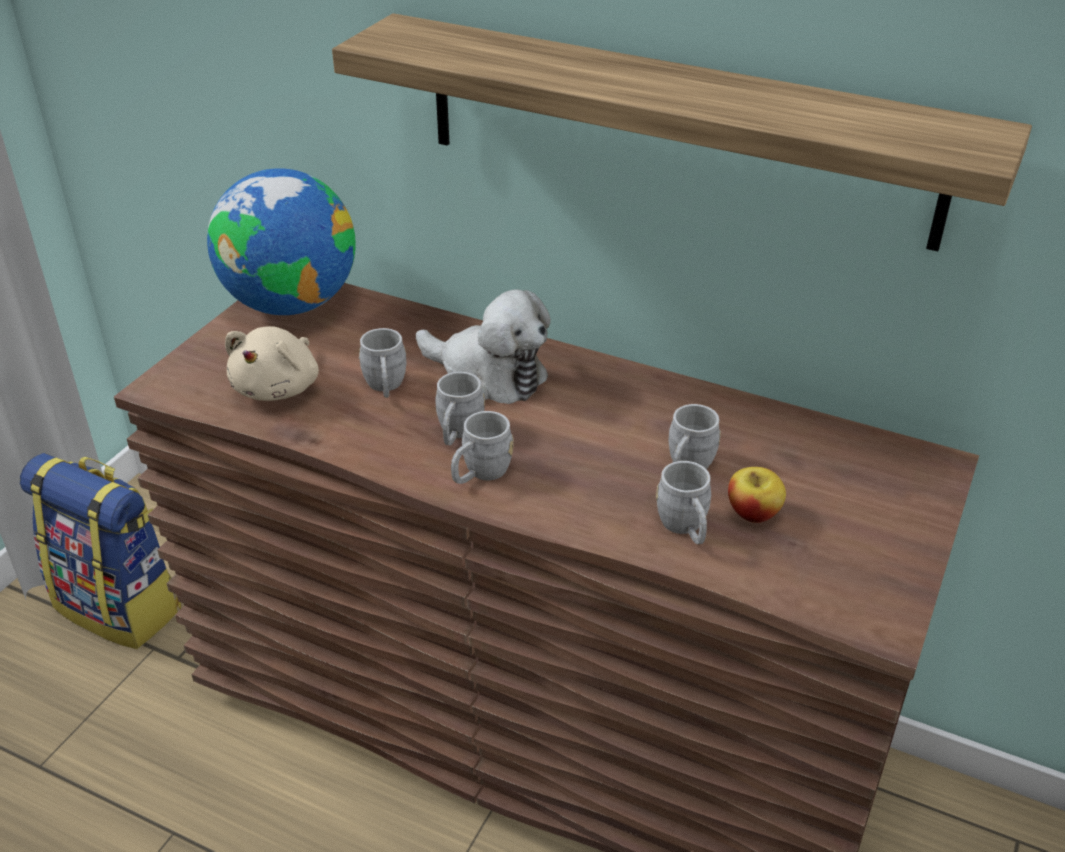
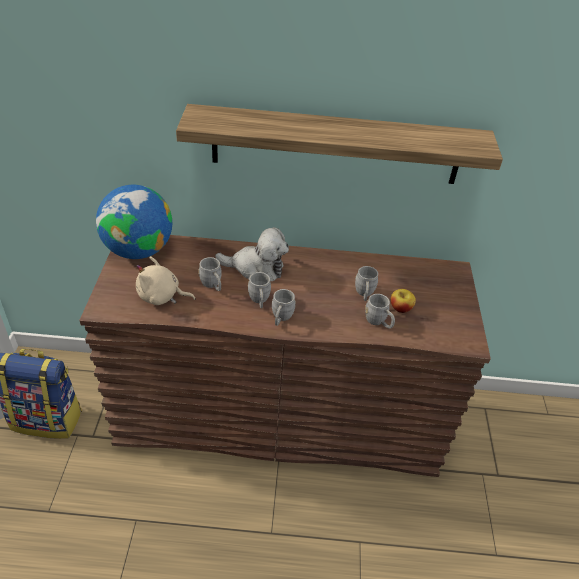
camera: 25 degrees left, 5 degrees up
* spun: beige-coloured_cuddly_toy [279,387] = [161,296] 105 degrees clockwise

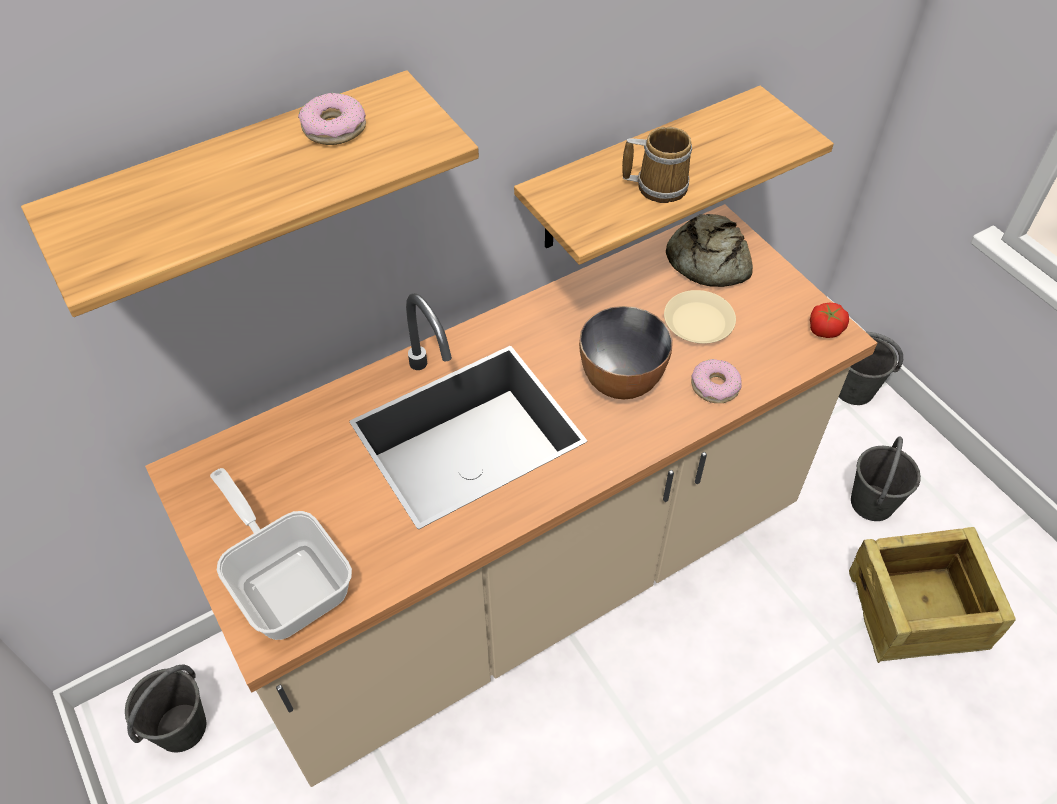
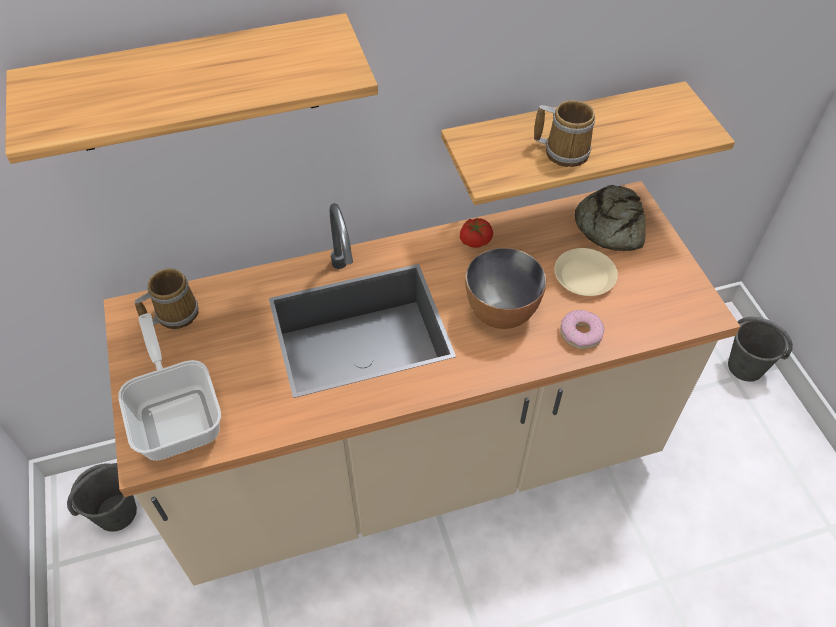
camera: 15 degrees right, 0 degrees up
* missing: donut [334,128]
* missing: packing_crate [918,611]
* missing: grey_water_bucket [872,502]
* appeared: coffee_mug [174,313]
* relocated: fresh_tomato [824,328] to [475,240]

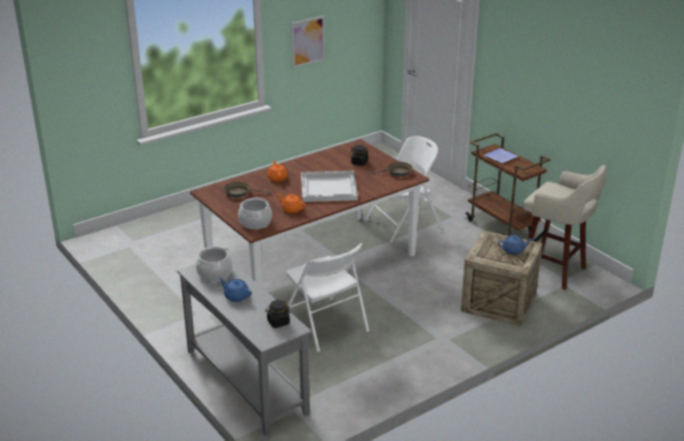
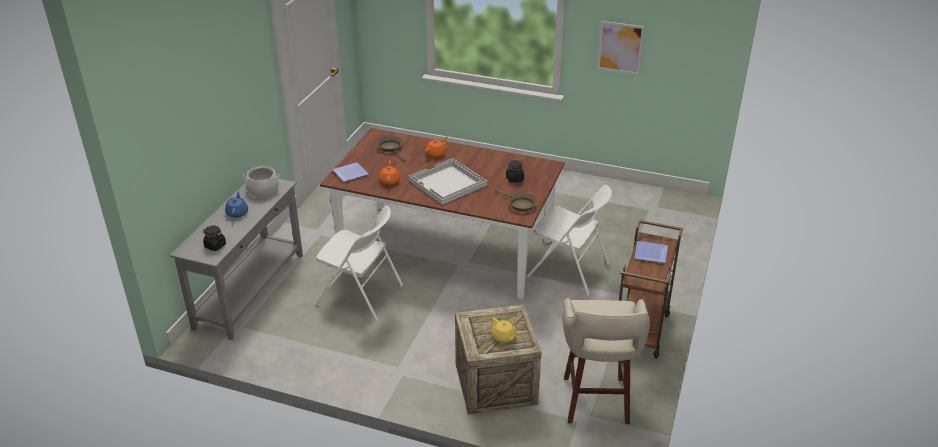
camera: 55 degrees right, 5 degrees up
* exchanged: saucepot [255,222] to plate [350,174]
* colour: blue-coloured_tea_pot [513,250] to yellow-coloured_tea_pot [504,337]
* spun: whitish_plain_chair [324,325] = [359,295] 90 degrees counterclockwise

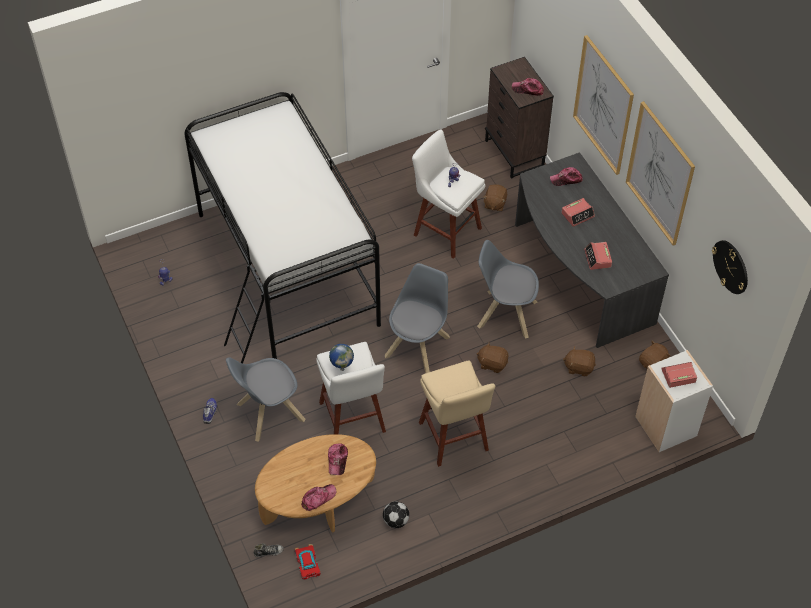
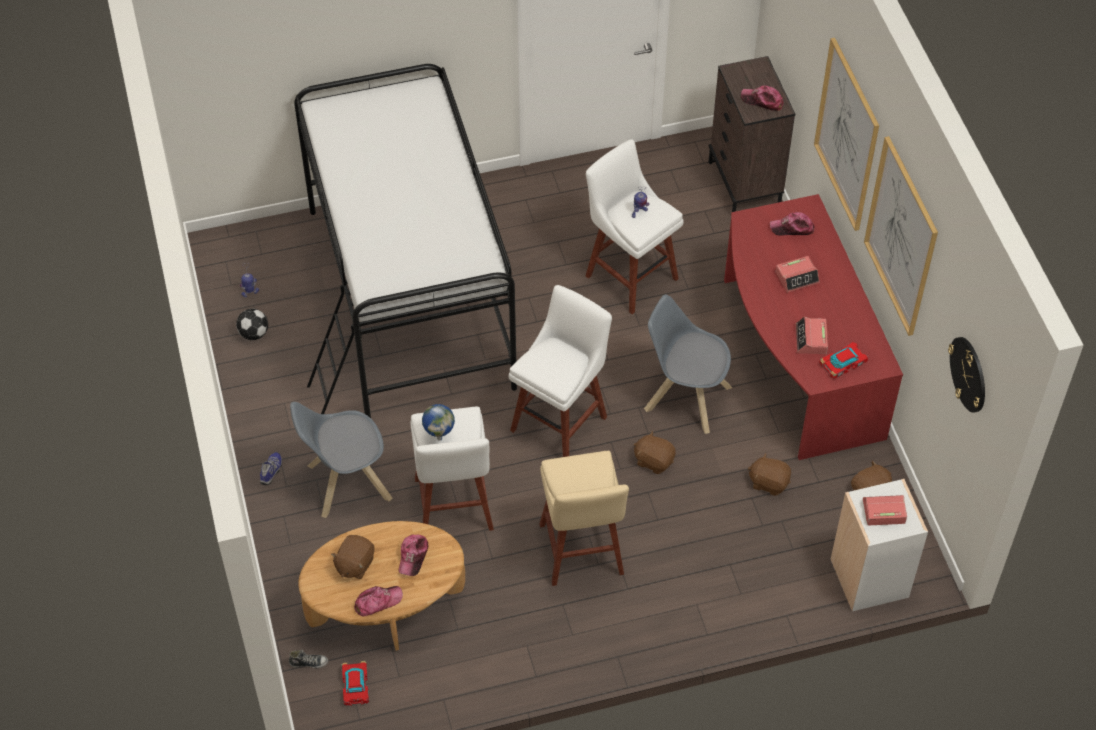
camera: 10 degrees right, 0 degrees up
* appeared: model_car [843,363]
* relocated: ball_for_football [395,521] to [253,334]
* relocated: brown-coloured_cuddly_toy [494,204] to [354,564]
* exchanged: grey_plain_chair [418,345] to whitish_stool_seat [560,422]
* colour: grey_desk [579,275] to red_desk [796,359]

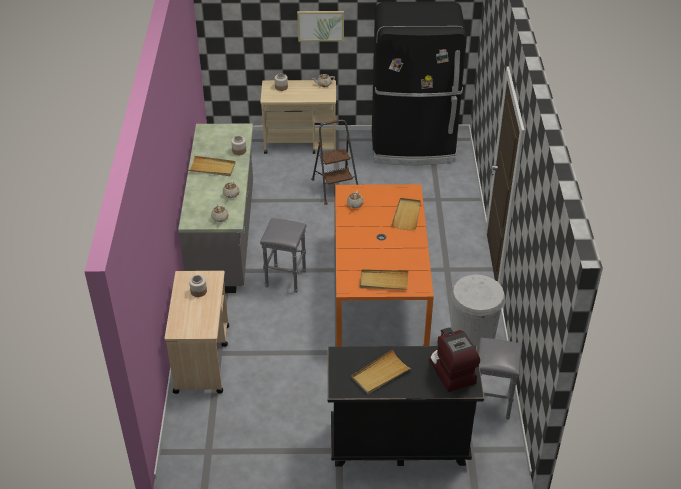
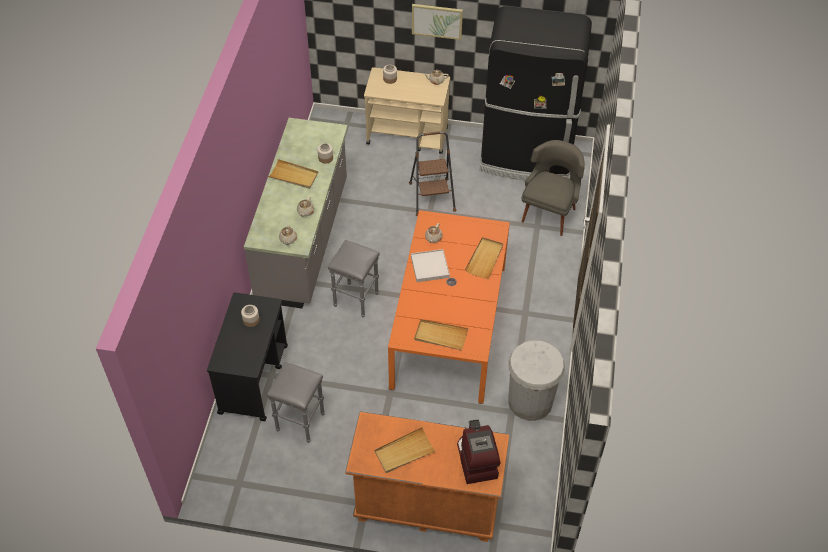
camera: 10 degrees right, 10 degrees up
* appeared: whitish_tray [430,267]
* appeared: grey_plain_chair [548,216]
* relocated: grey_stool_seat [491,402] to [299,422]
* colour: beige-coloured_cart [202,358] to black_cart [254,378]
* colour: black_chest_of_drawers [399,444] to orangey_chest_of_drawers [426,507]

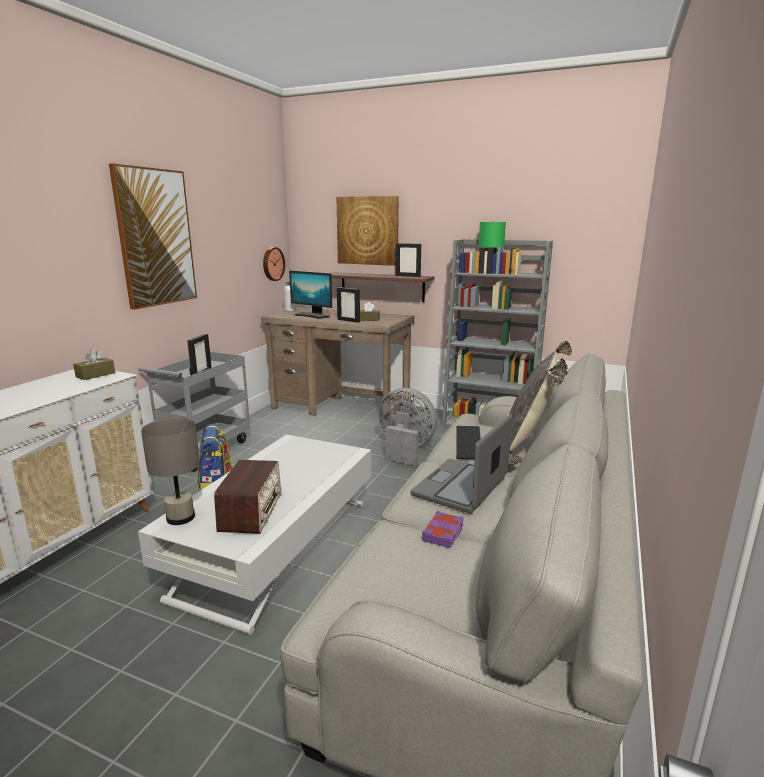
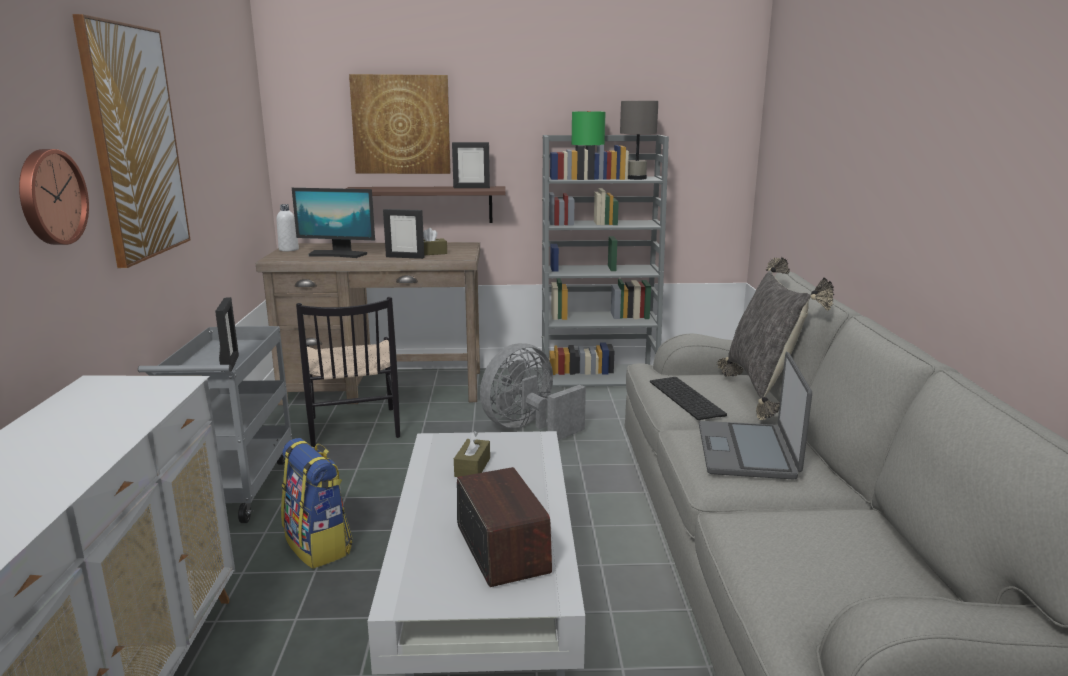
camera: 25 degrees left, 0 degrees up
* missing: purple-coloured_book [443,533]
* appeared: black_plain_chair [354,430]
* relocated: brown-coloured_tissue_box [95,375] to [472,467]
* relocated: grey_table_lamp [180,518] to [636,178]
* relocated: wall_clock [272,264] to [50,197]
* spun: grey_electric_fan [405,450] = [528,428] 45 degrees counterclockwise

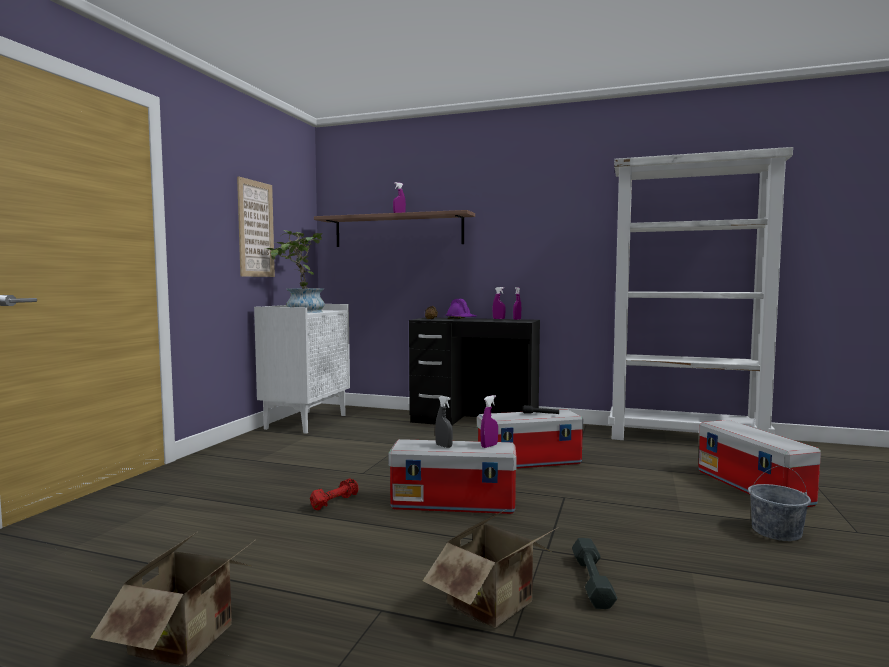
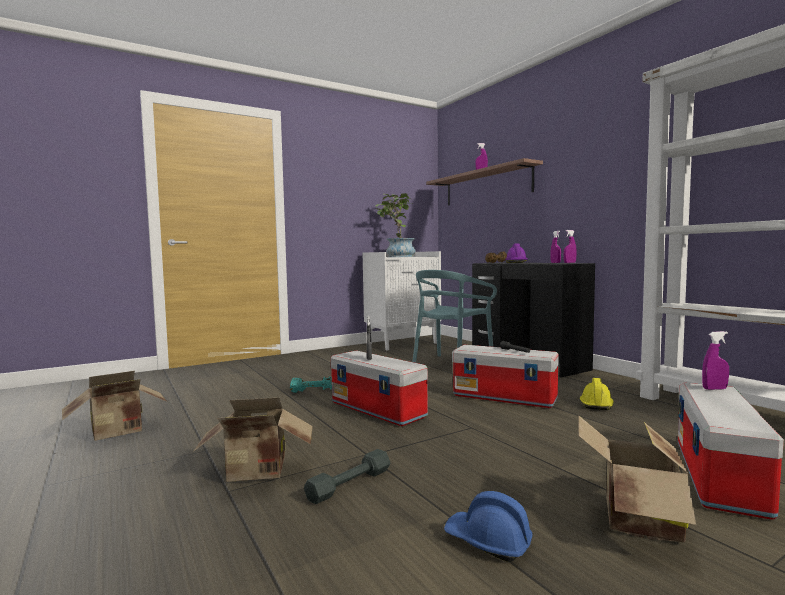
camera: 40 degrees right, 0 degrees up
* missing: wall_art [256,229]
* appeared: turquoise_plain_chair [451,365]
* appeared: blue-coloured_work_helmet [488,541]
* appeared: yellow-coloured_work_helmet [595,404]
* relocated: purple-coloured_sprayer [489,446] to [714,389]
* exchanged: grey_water_bucket [777,532] to carton [634,521]
* colour: red_free_weight [334,502] to turquoise_free_weight [312,391]

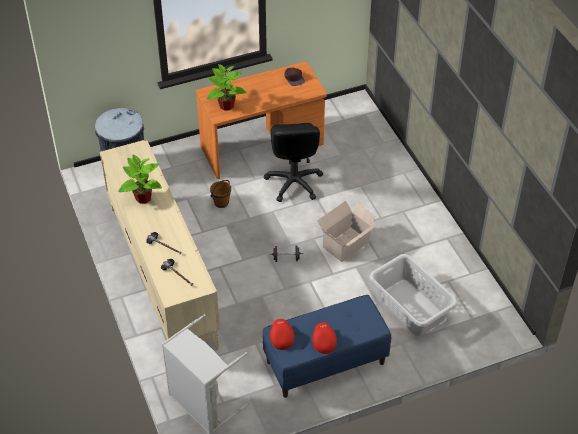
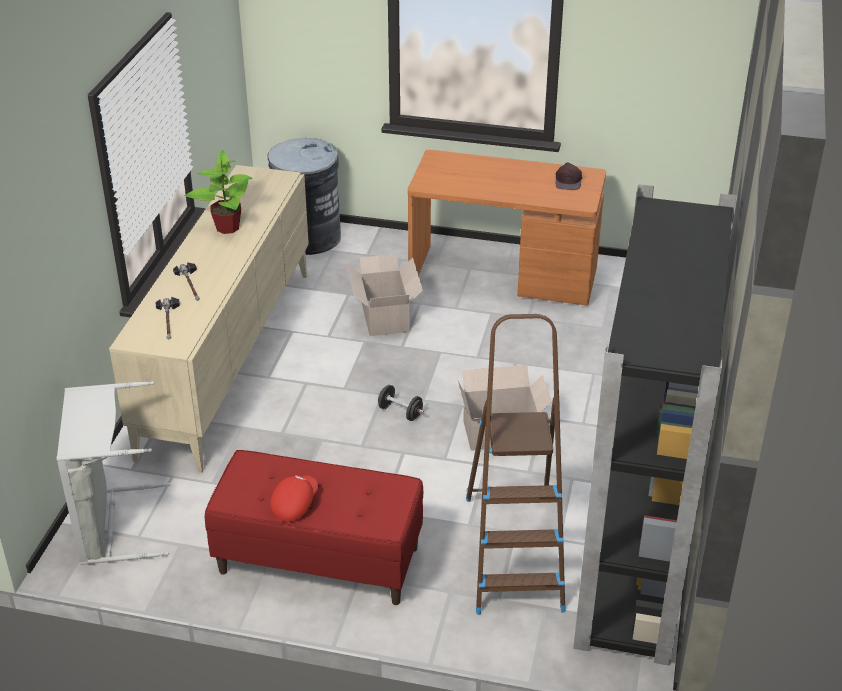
camera: 35 degrees right, 10 degrees down
* missing: plant_in_a_pot [226,105]
* missing: black_desk_chair [293,183]
* missing: red_baseball_cap [281,337]
* appeared: black_shelving_unit [635,556]
* exchanged: brown-coloured_water_bucket [221,203] to carton [385,315]
* exchanged: grey_washing_basket [411,307] to brown-coloured_step_ladder [513,552]
* colour: blue-coloured_bench [325,363] to red_bench [318,560]

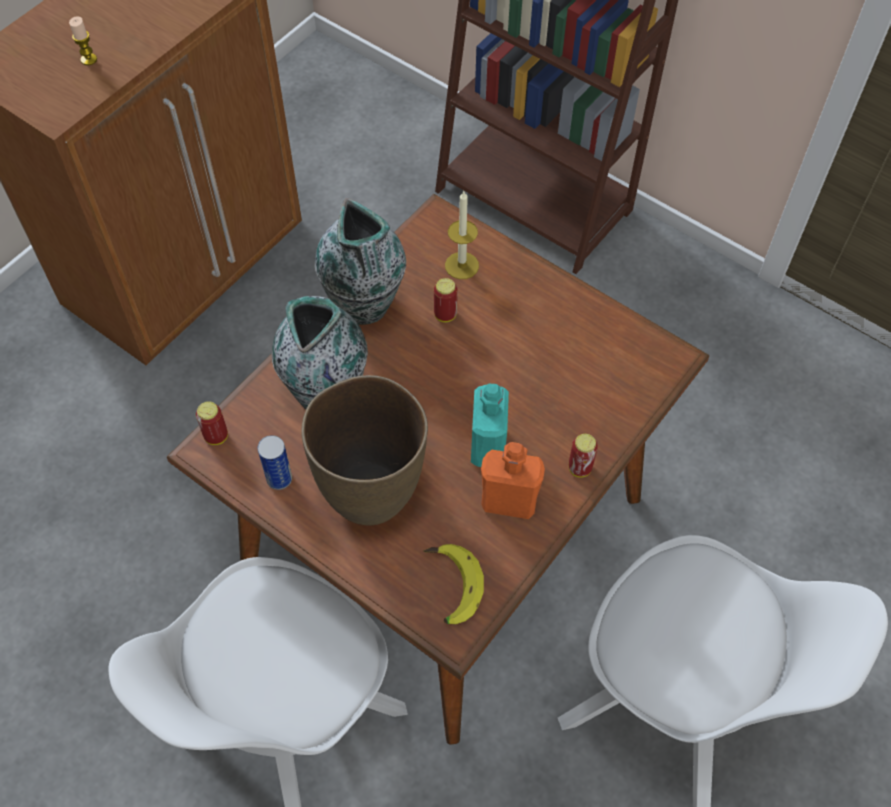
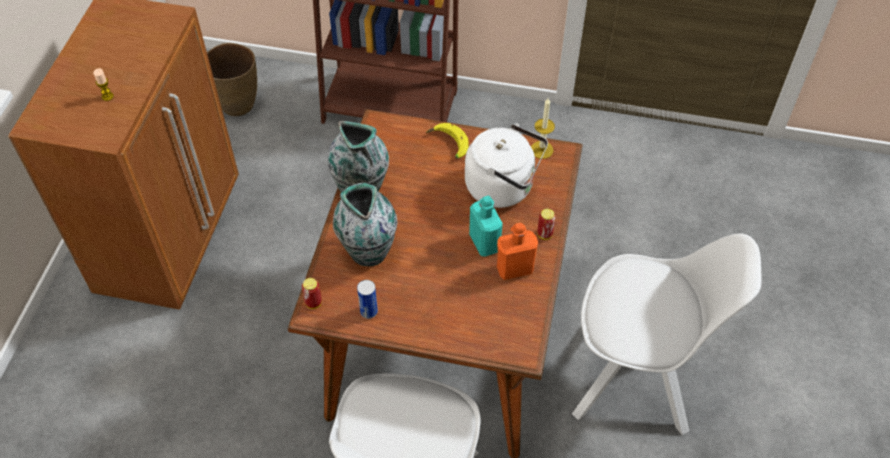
camera: 25 degrees left, 5 degrees down
* missing: can [445,315]
* appeared: whitish_tea_kettle [503,187]
* relocated: brown-coloured_flower_vase [371,493] to [237,104]
* relocated: banana [449,587] to [447,145]
* relocated: wax_light [461,265] to [541,150]

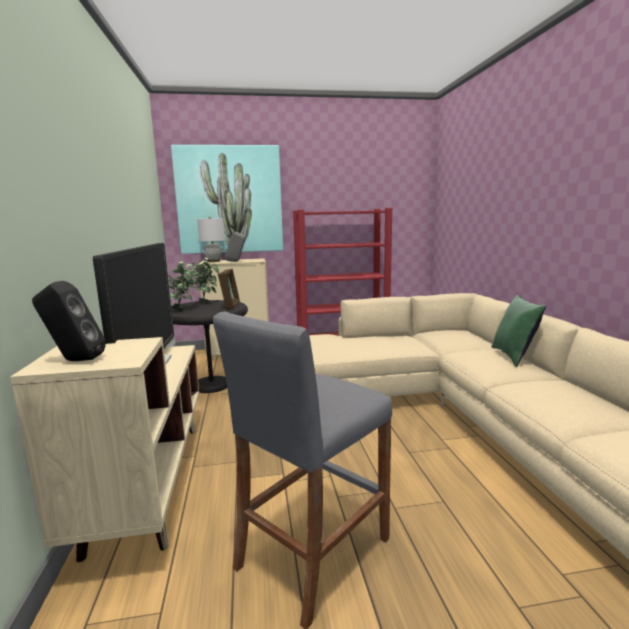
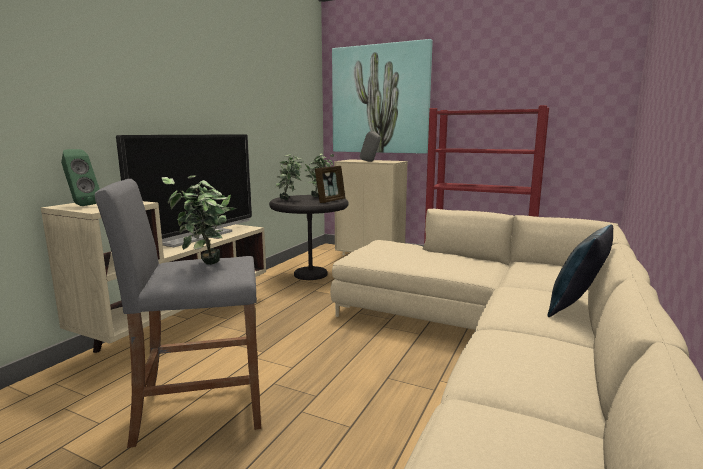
camera: 35 degrees right, 0 degrees up
* missing: whitish_table_lamp [213,261]
* appeared: plant_in_a_pot [205,266]
* colour: black_audio_speaker [74,360] to green-coloured_audio_speaker [81,205]
* colour: green-coloured_pillow [514,357] to blue-coloured_pillow [576,308]

